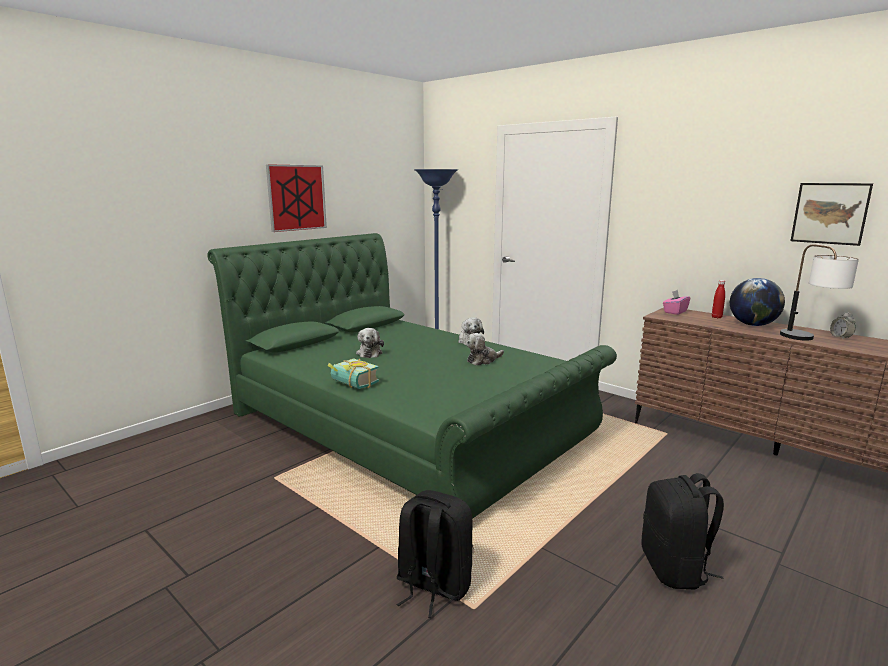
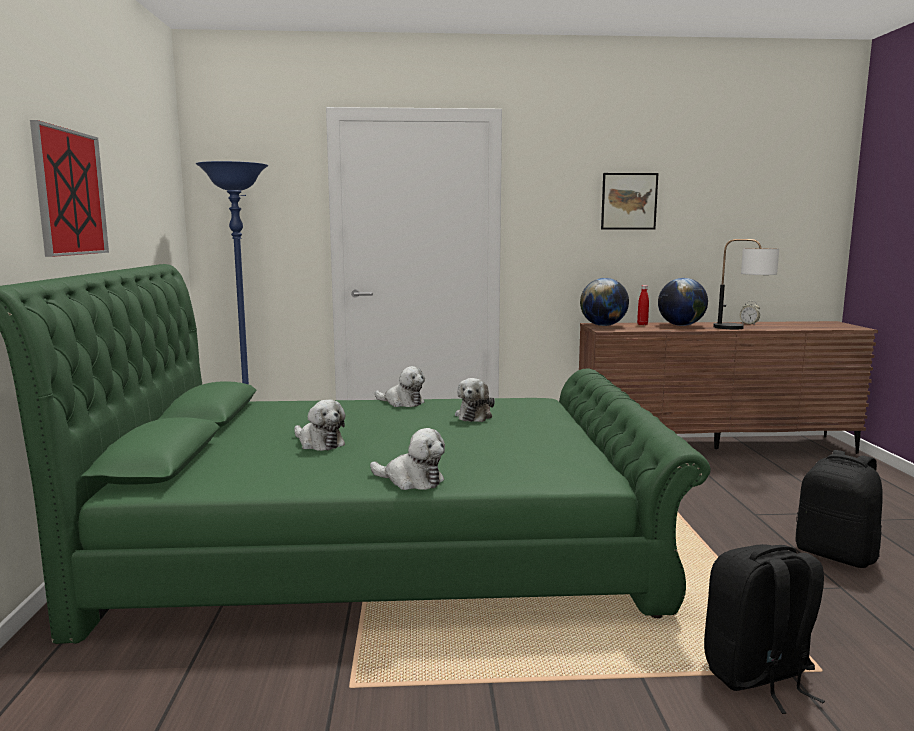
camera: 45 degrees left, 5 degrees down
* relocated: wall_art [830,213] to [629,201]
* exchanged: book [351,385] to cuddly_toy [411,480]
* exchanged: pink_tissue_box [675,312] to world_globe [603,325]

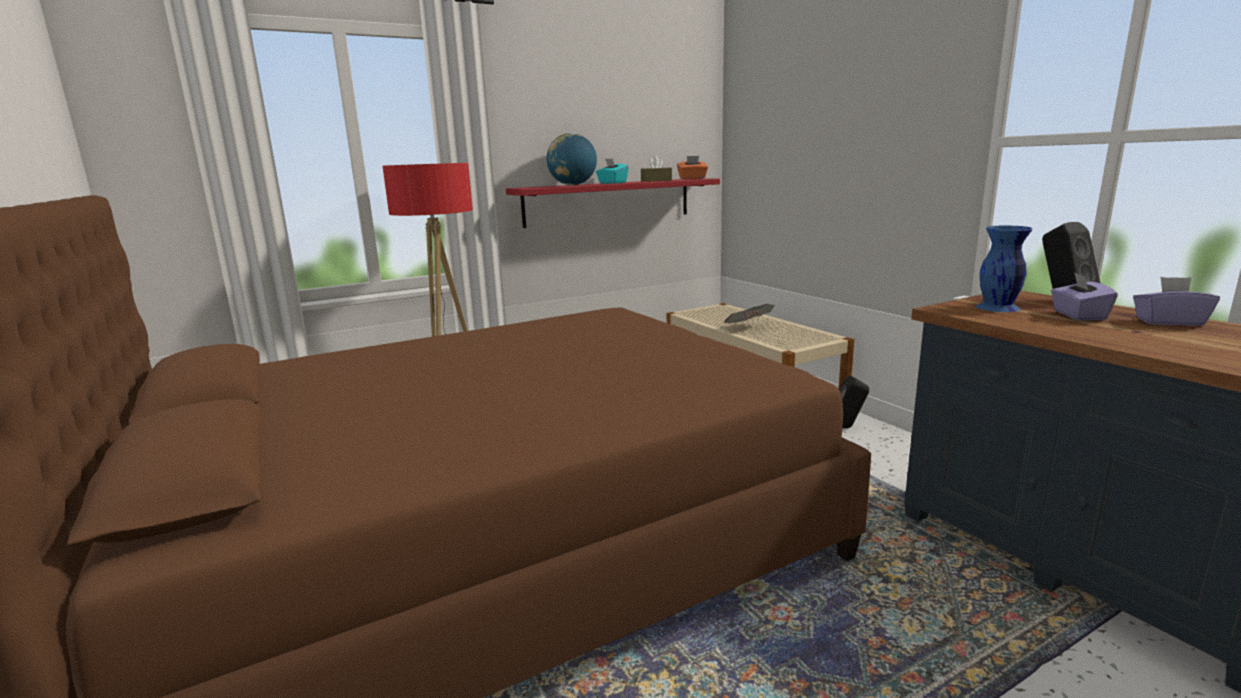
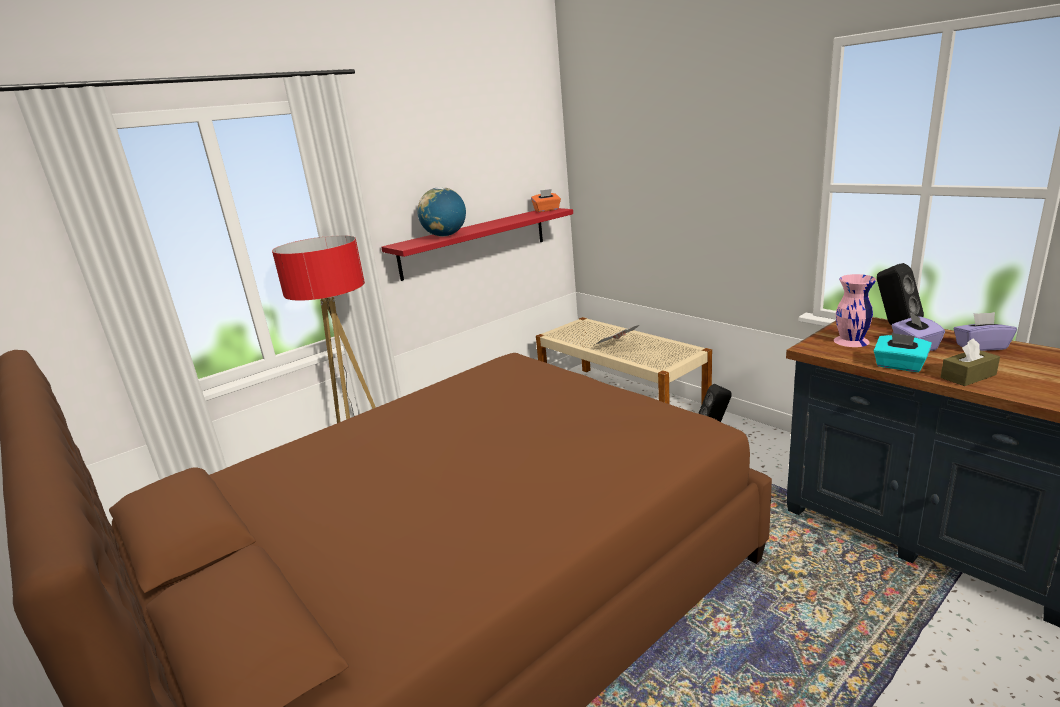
camera: 10 degrees left, 5 degrees up
* relocated: turquoise_tissue_box [612,183] to [899,366]
* relocated: brown-coloured_tissue_box [656,181] to [968,376]
* colour: blue-coloured_flower_vase [997,307] to pink_flower_vase [850,341]

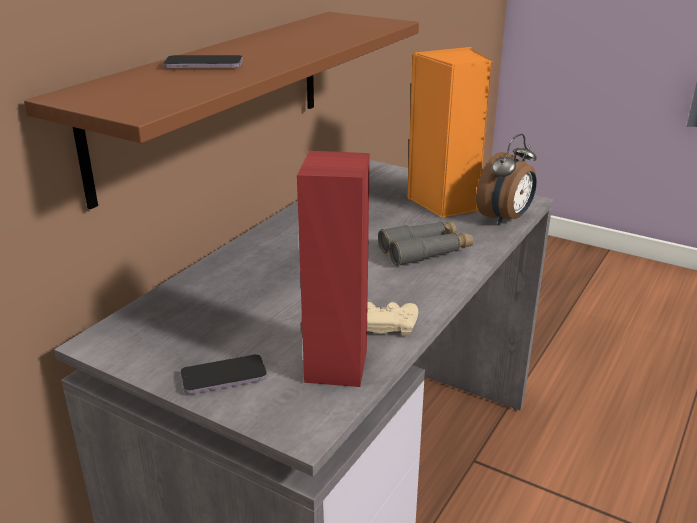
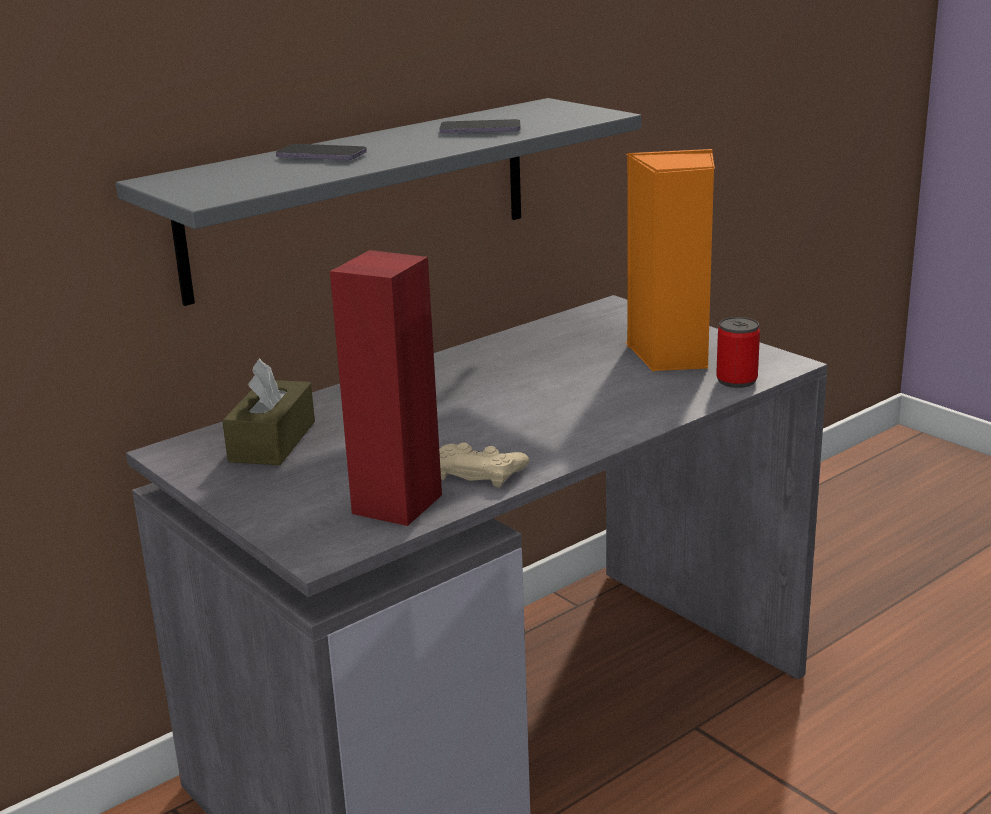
camera: 20 degrees right, 5 degrees down
* missing: grey_binoculars [425,251]
* appeared: brown-coloured_tissue_box [272,441]
* relocated: handset [224,377] to [480,130]
* exchanged: alarm_clock [505,219] to can [736,380]
* colour: brown-coloured_wall_shelf [214,99] to grey_wall_shelf [360,197]

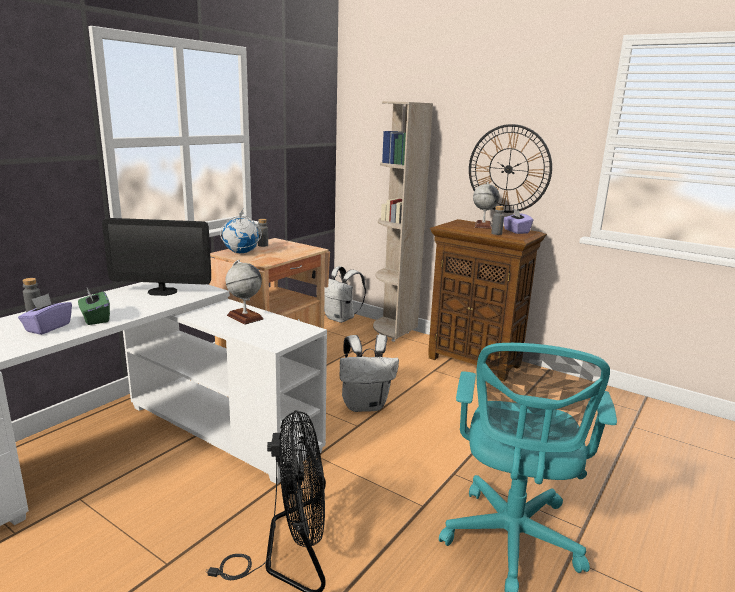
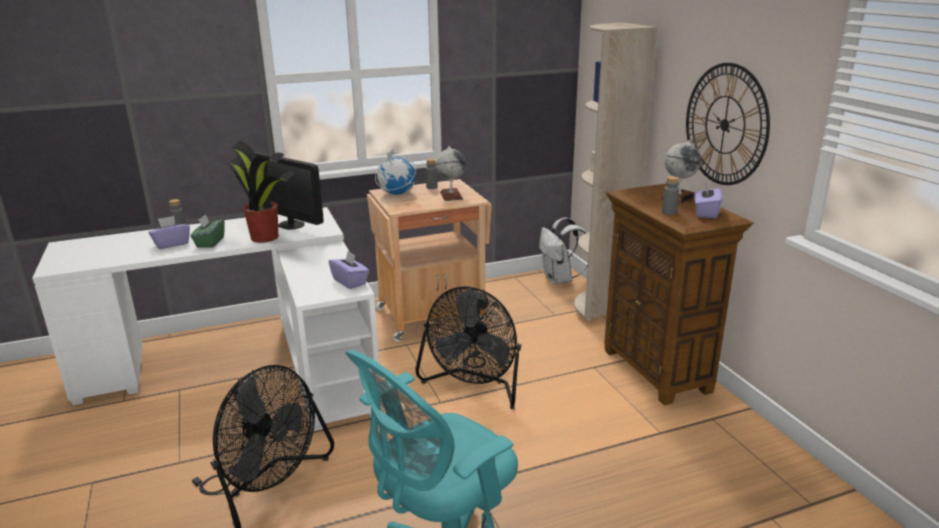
camera: 35 degrees right, 5 degrees up
* appeared: plant_in_a_pot [264,237]
* appeared: purple-coloured_tissue_box [350,281]
* relocated: world_globe [245,317] to [451,195]
* exchanged: whitish_rucksack [365,405] to black_electric_fan [472,383]

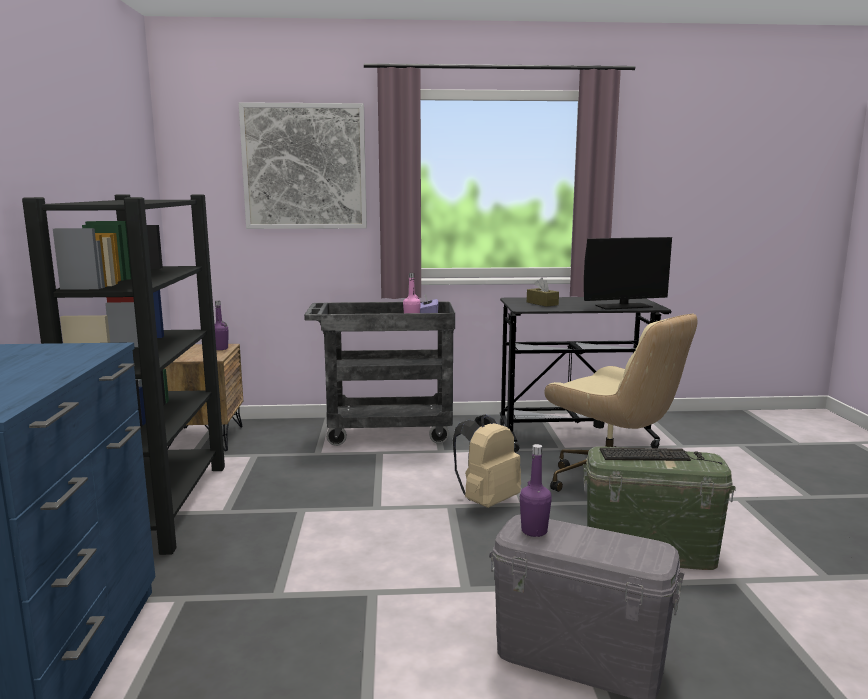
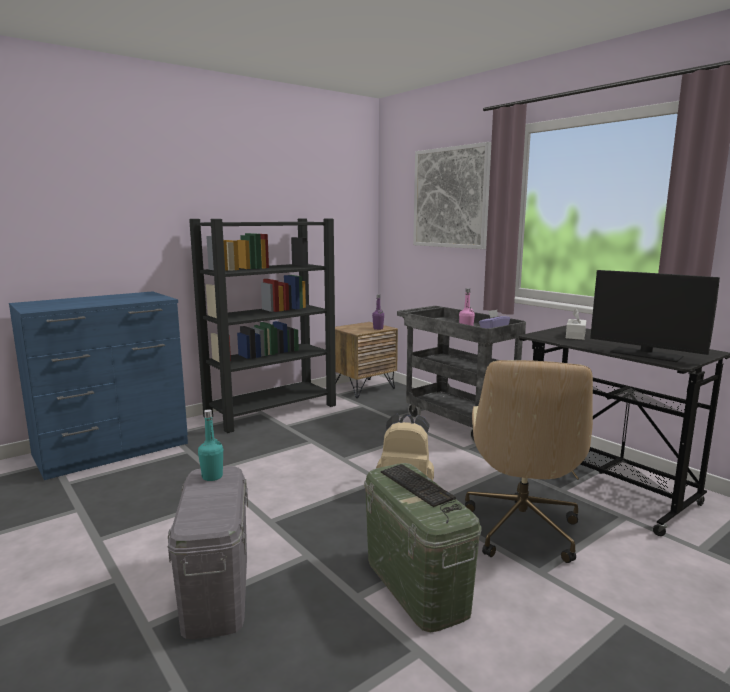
camera: 55 degrees right, 0 degrees up
* colour: purple-coloured_bottle [534,531] to turquoise_bottle [212,477]
* colour: brown-coloured_tissue_box [542,303] to whitish_tissue_box [575,335]

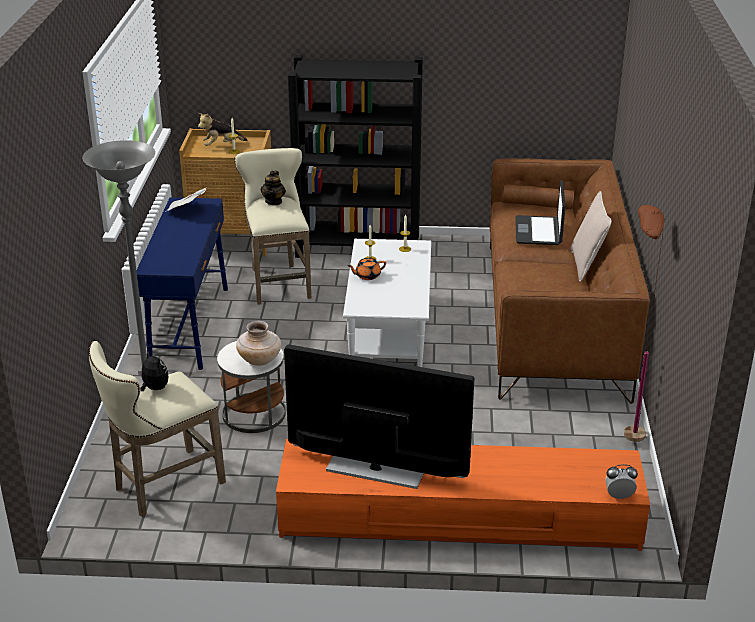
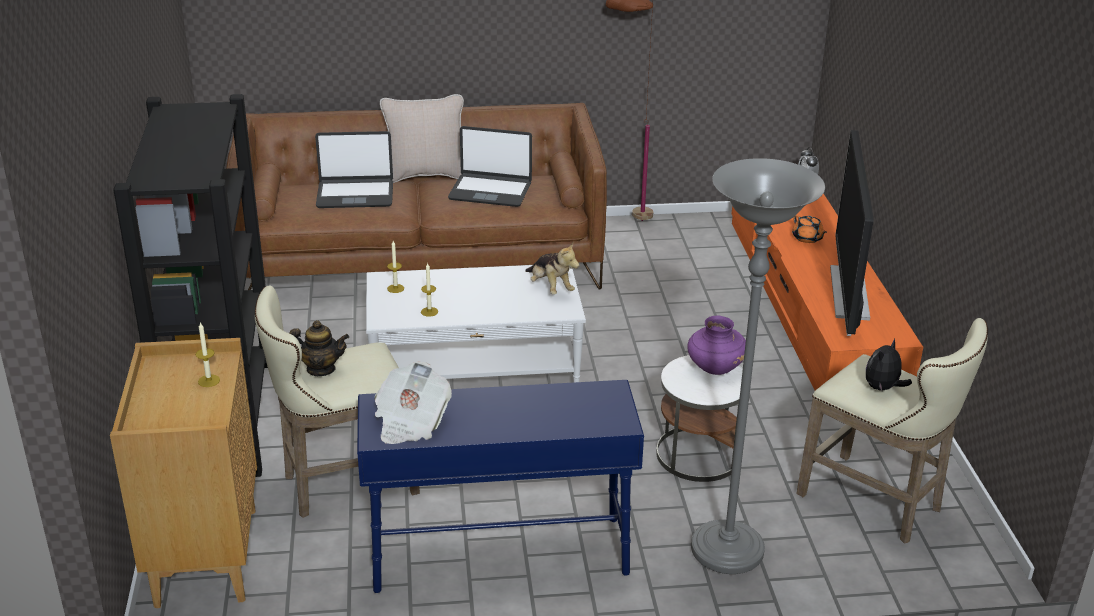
camera: 100 degrees left, 0 degrees up
* appeared: laptop [490,191]
* relocated: cuddly_toy [221,145] to [550,288]
* relocated: orangey_tea_pot [367,276] to [807,238]
* colour: beige-coloured_flower_vase [259,360] to purple-coloured_flower_vase [714,368]

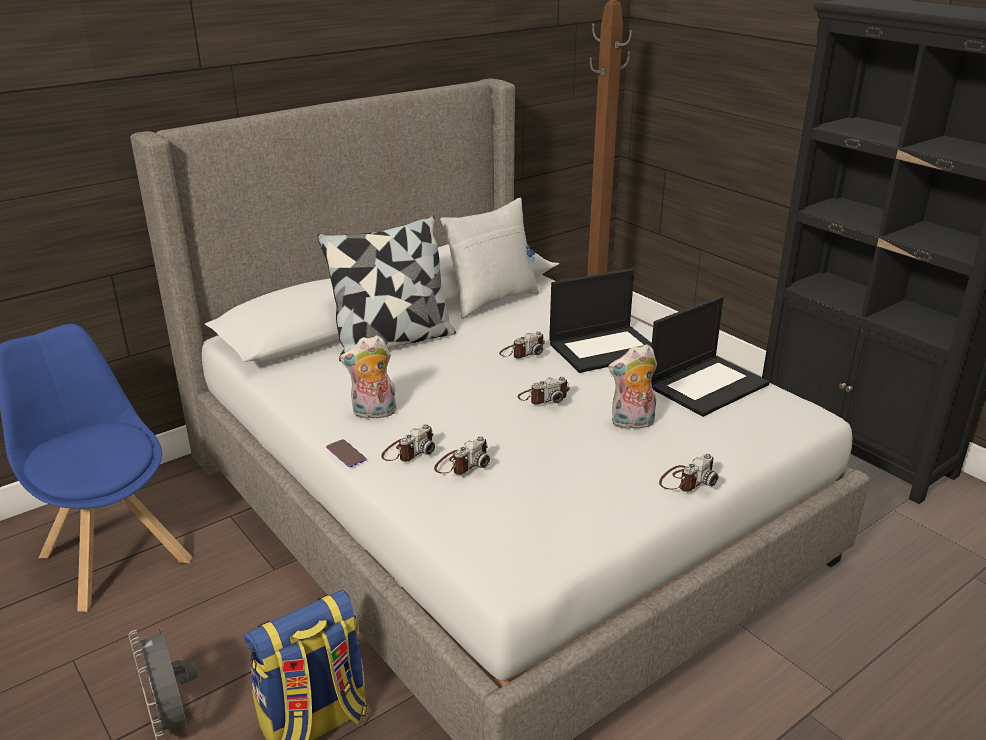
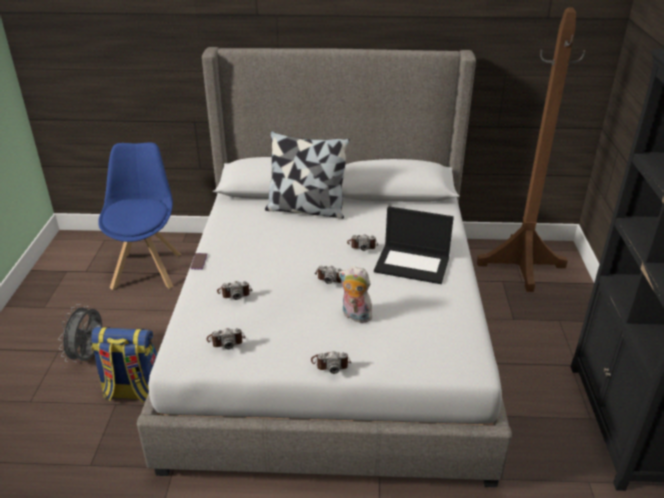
camera: 40 degrees right, 5 degrees up
* missing: cuddly_toy [373,413]
* missing: grey_pillow [492,301]
* missing: laptop [707,385]
* relocated: still_camera [408,451] to [226,340]

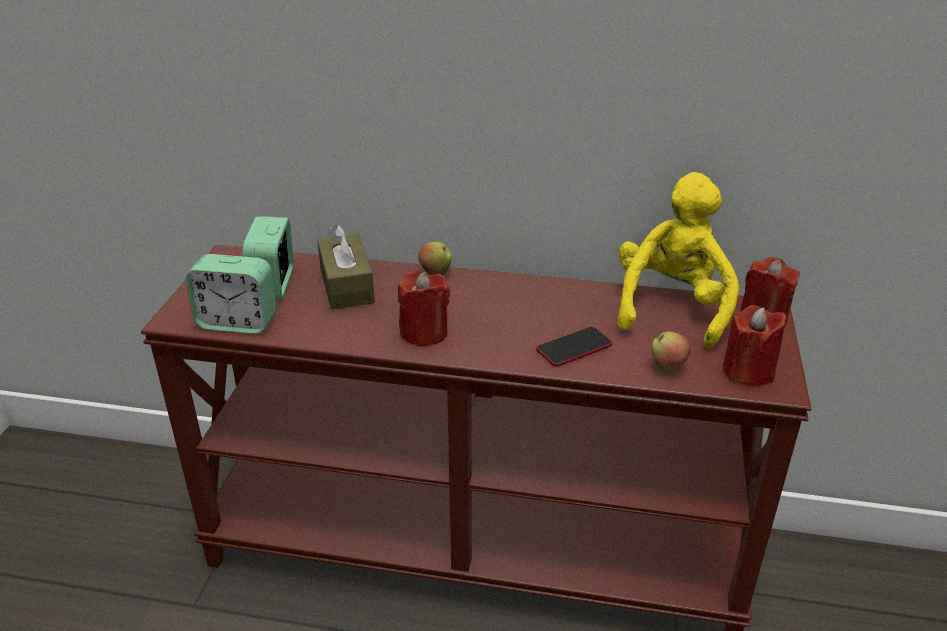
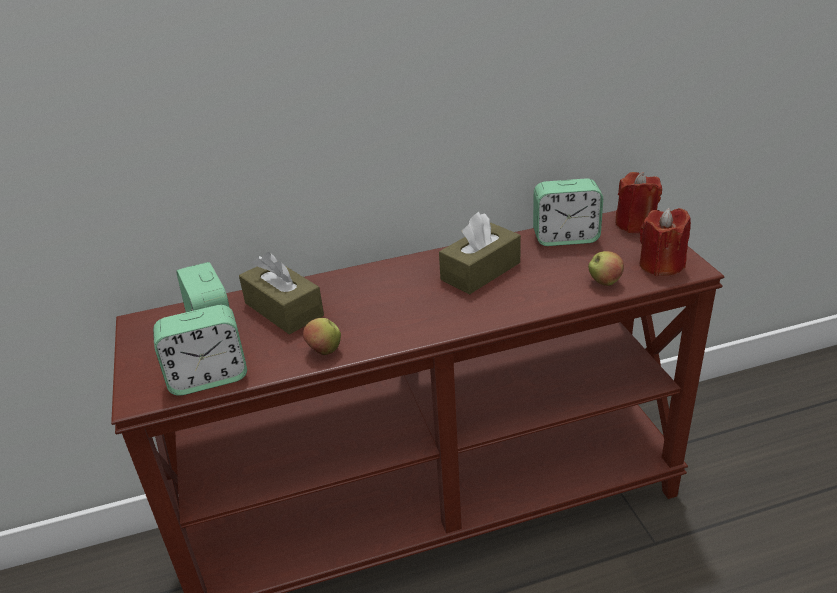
camera: 25 degrees left, 0 degrees up
* missing: red_wax_light [424,332]
* missing: handset [574,348]
* appeared: brown-coloured_tissue_box [480,271]
* relocated: apple_fruit [435,273] to [324,351]
* exchanged: yellow-coloured_cuddly_toy [671,307] to alarm_clock [565,238]

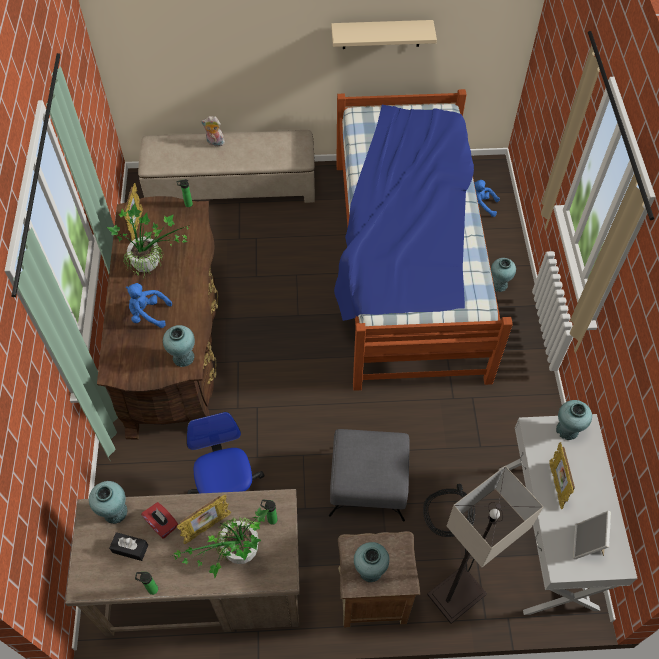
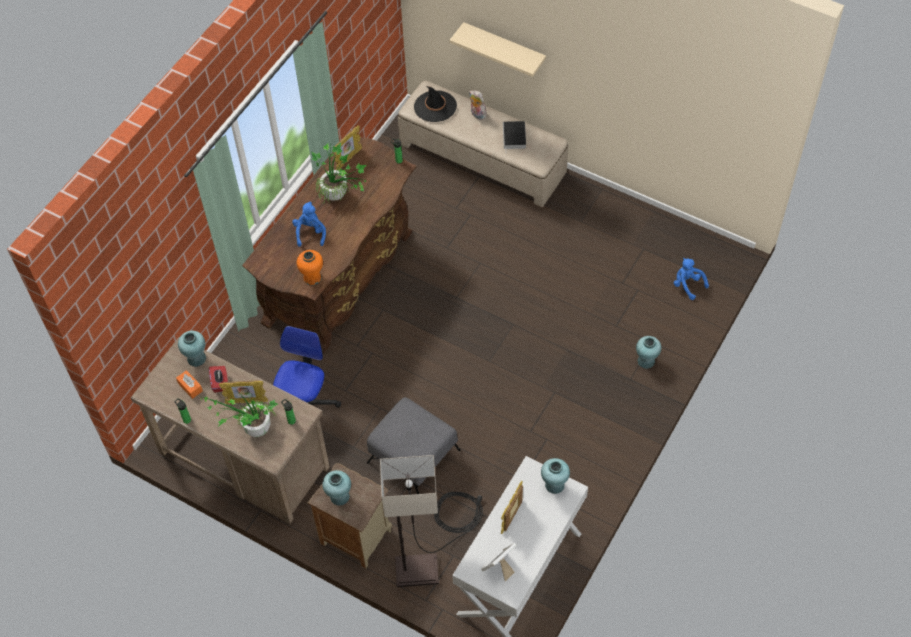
camera: 35 degrees right, 0 degrees up
* missing: sleeping_bed [406,265]
* appeared: black_wearable_hat [435,106]
* appeared: book [514,137]
* relocated: beige-coloured_wall_shelf [381,34] to [504,48]
* colour: black_tissue_box [130,548] to orangey_tissue_box [190,387]
* colour: turquoise_flower_vase [183,357] to orangey_flower_vase [312,278]
* spun: blue-coloured_cuddly_toy [148,314] = [310,233] 45 degrees clockwise

